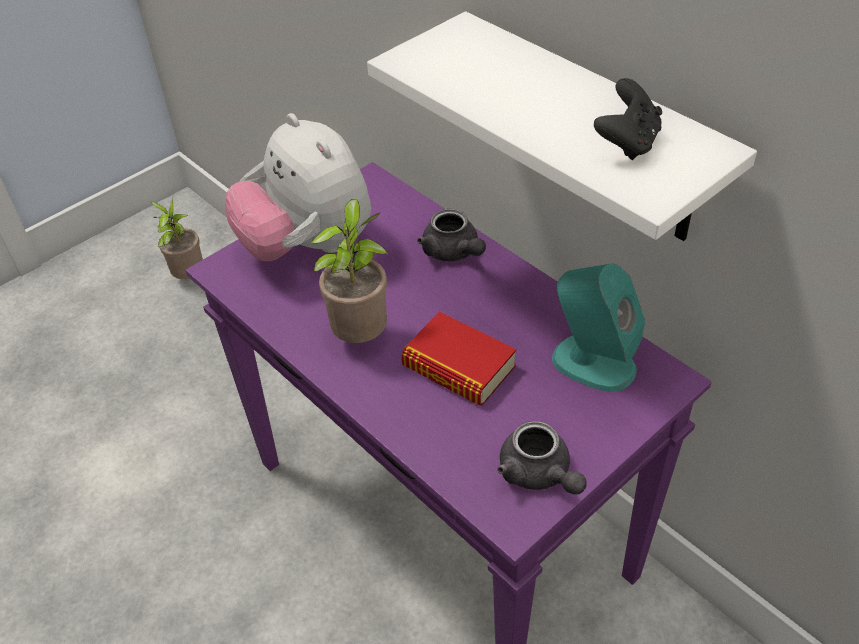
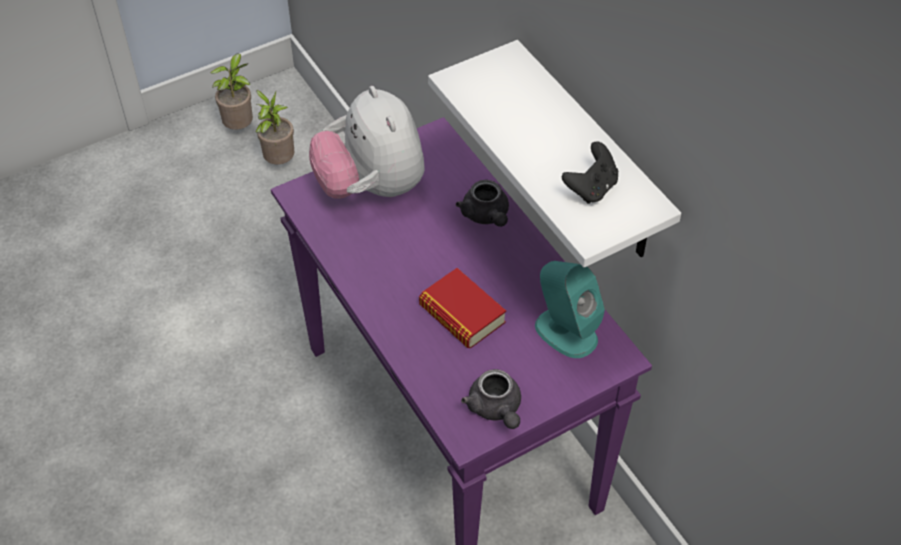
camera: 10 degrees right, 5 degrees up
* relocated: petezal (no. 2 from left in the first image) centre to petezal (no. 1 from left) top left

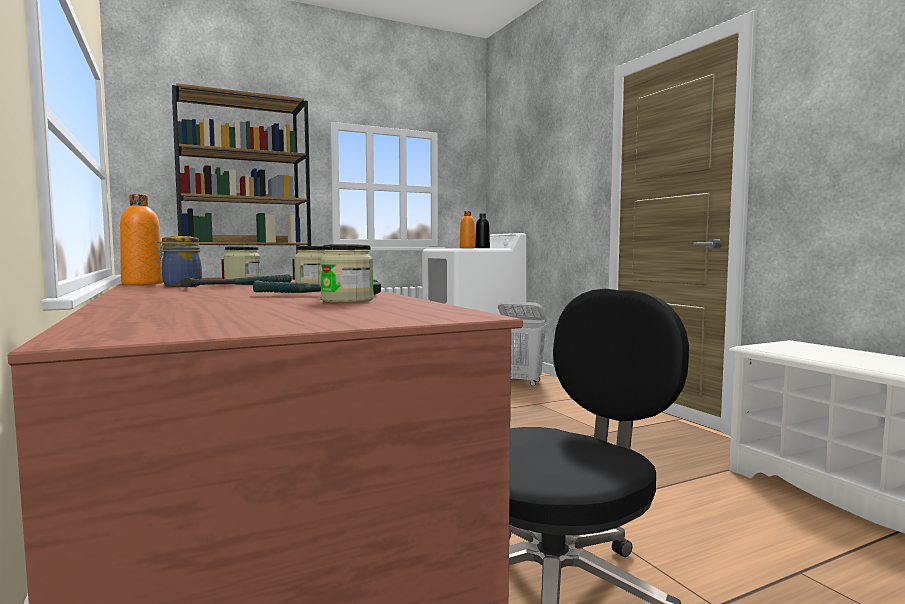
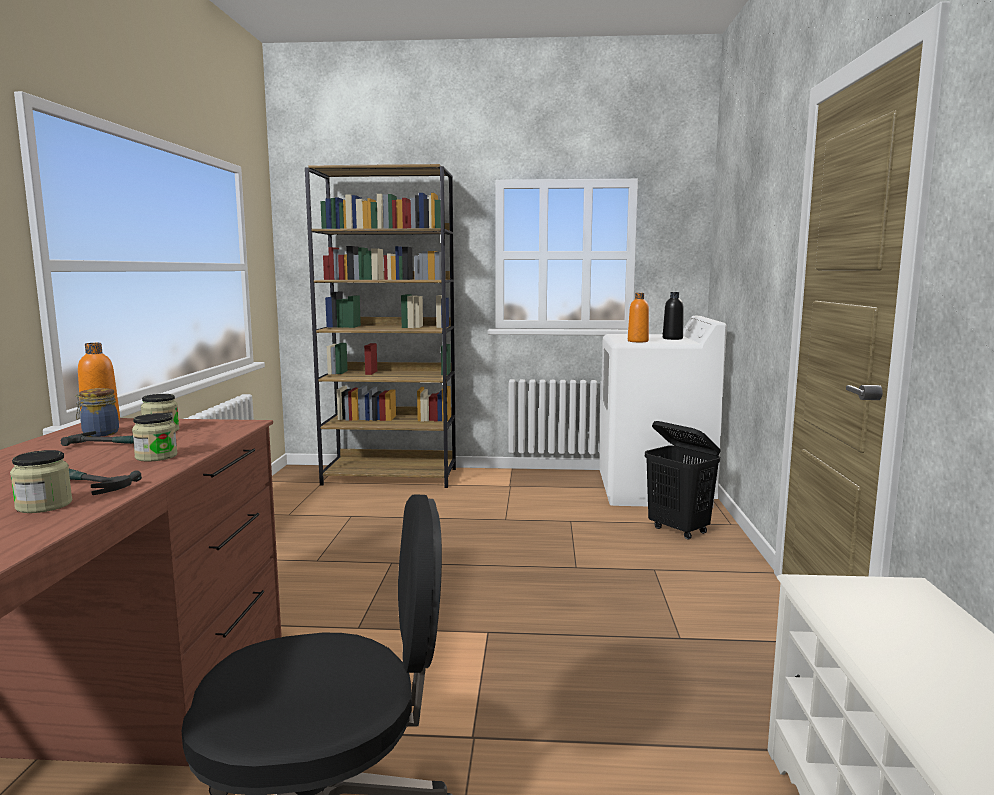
camera: 30 degrees right, 5 degrees up
* colour: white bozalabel centre to black bozalabel middle right

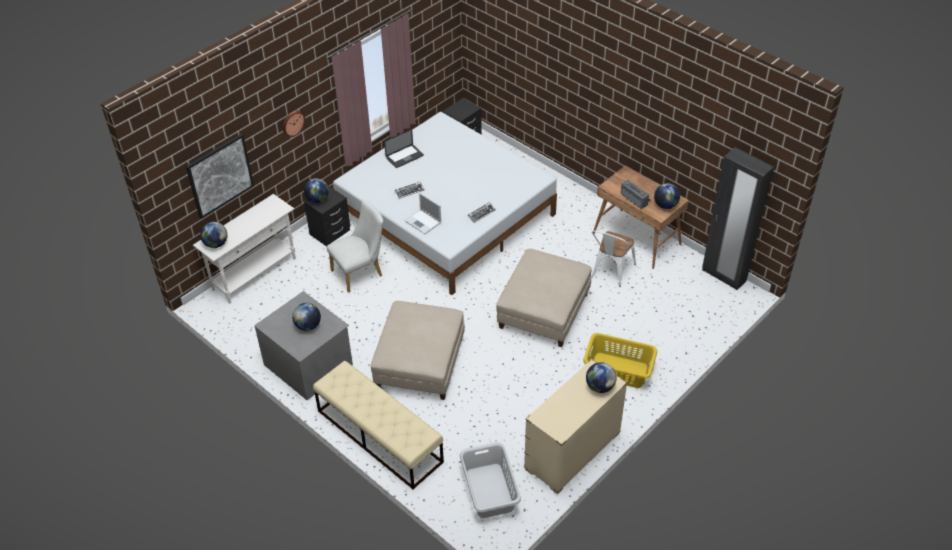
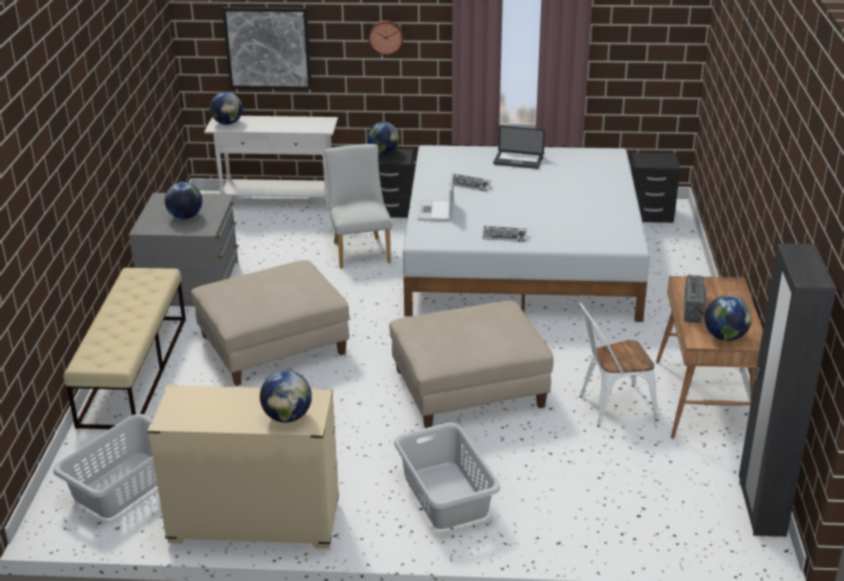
camera: 50 degrees right, 15 degrees down
* spun: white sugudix (no. 1 from left) centre = centre 120 degrees counterclockwise
* colour: yellow bozalabel centre to grey bozalabel (no. 2 from left) bottom centre

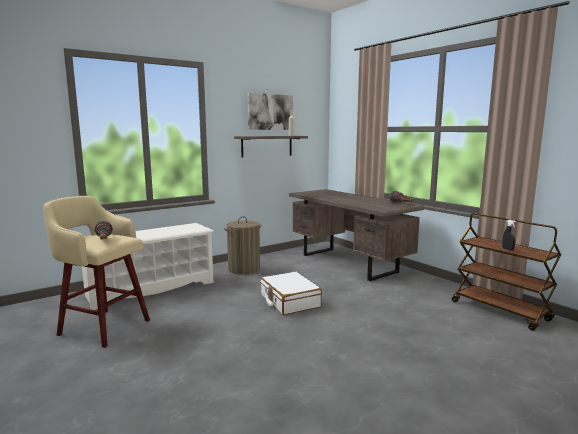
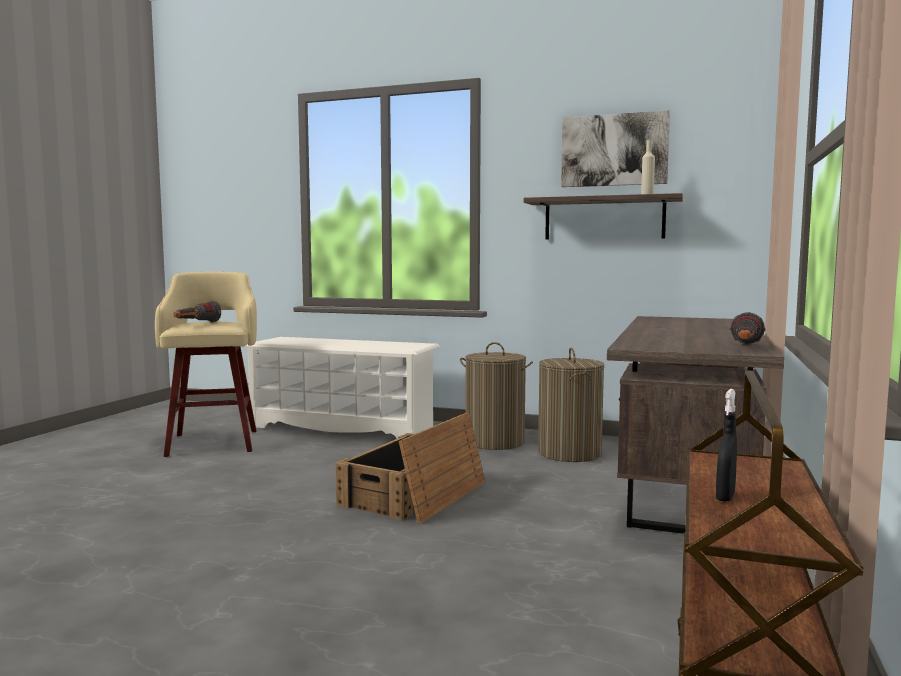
camera: 55 degrees right, 5 degrees down
* exchanged: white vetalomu bottom centre to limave bottom centre
* appeared: bozalabel (no. 2 from left) centre

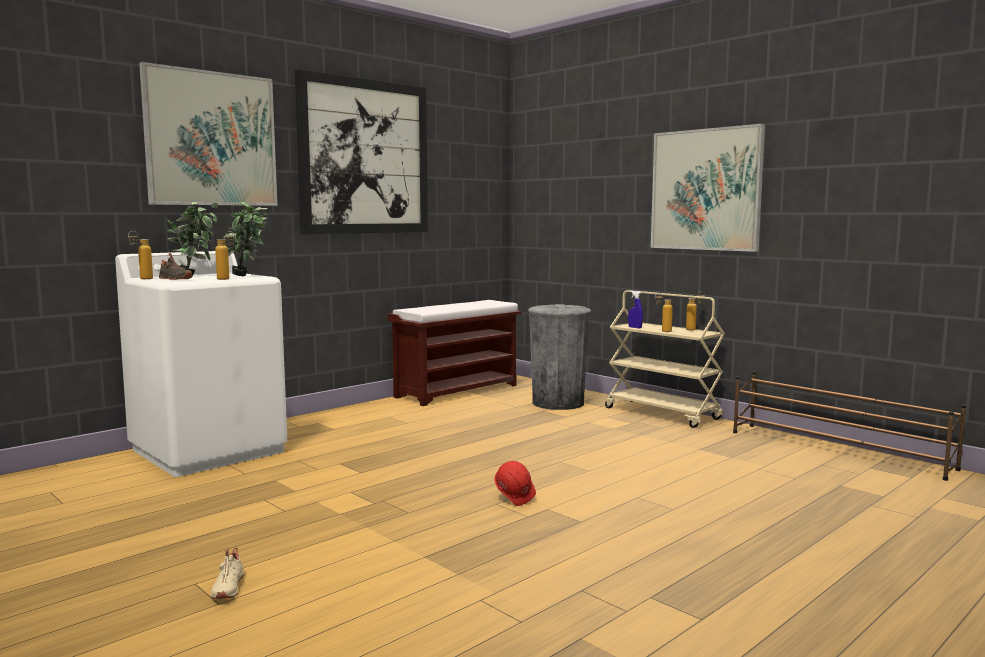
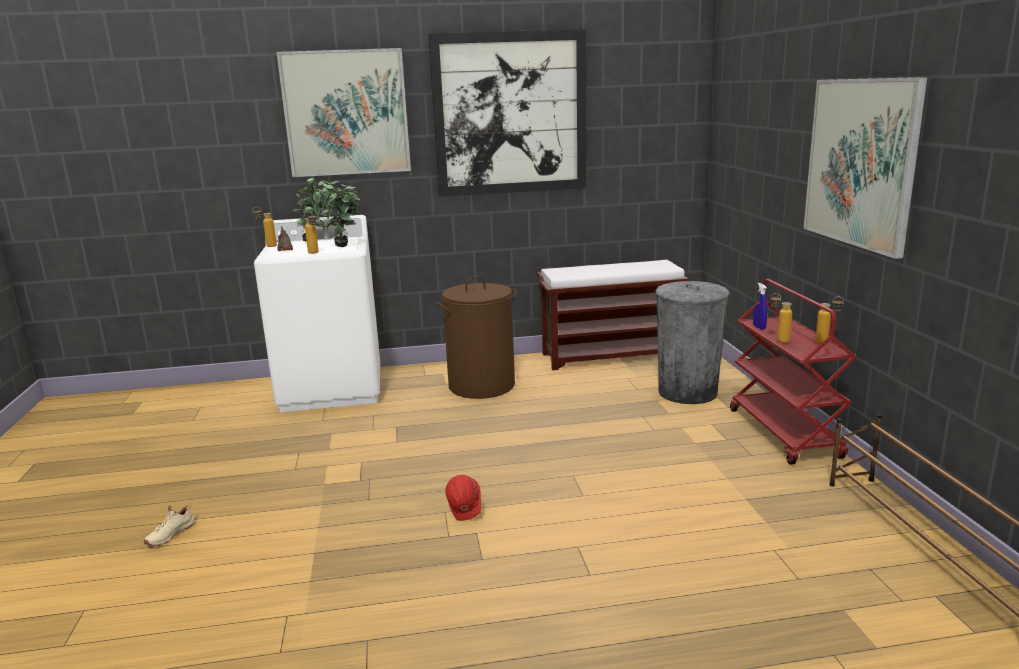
camera: 35 degrees right, 10 degrees up
* colour: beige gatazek middle right to red gatazek middle right
* appeared: brown bozalabel centre

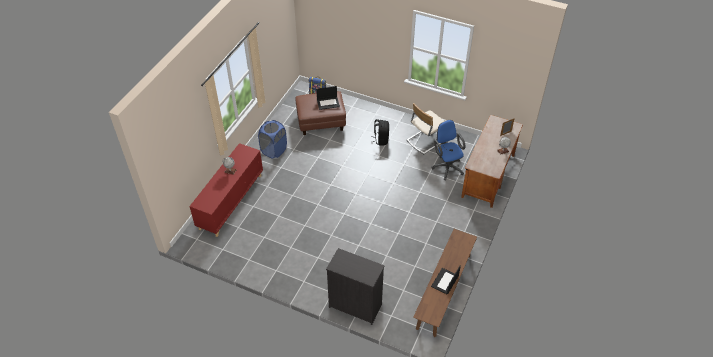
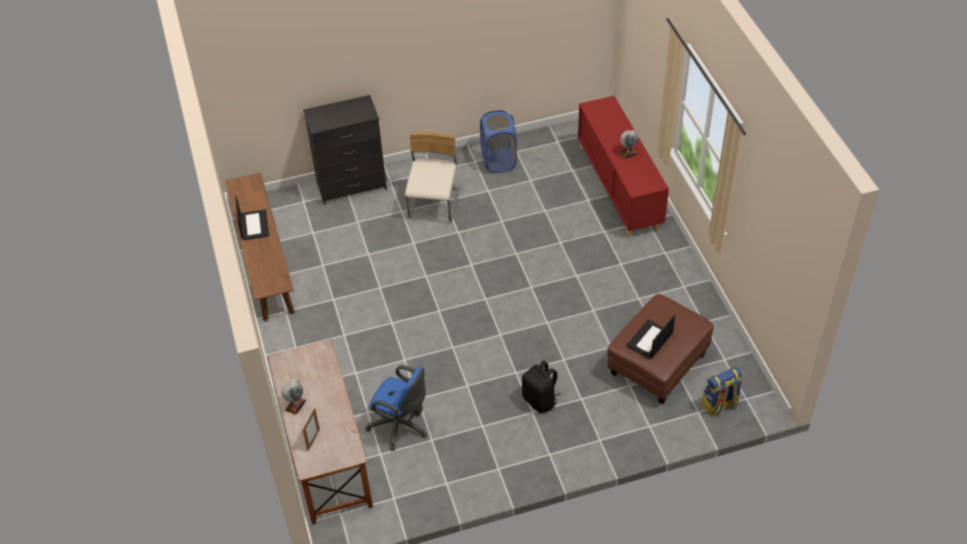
camera: 140 degrees right, 0 degrees up
* relocated: blue bozalabel centre to top centre
* relocated: beige sugudix centre to top centre

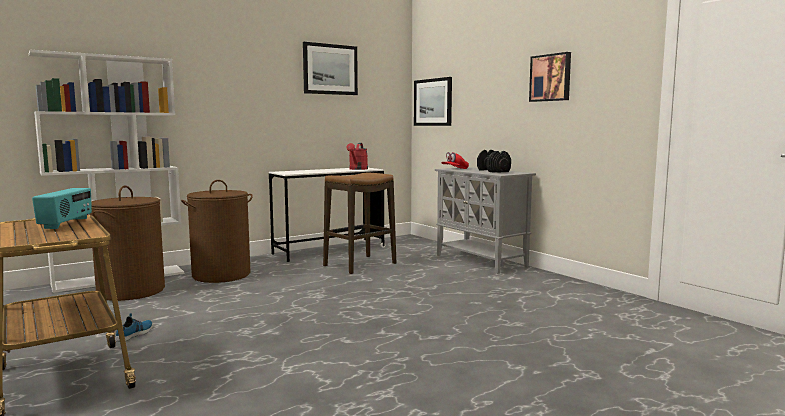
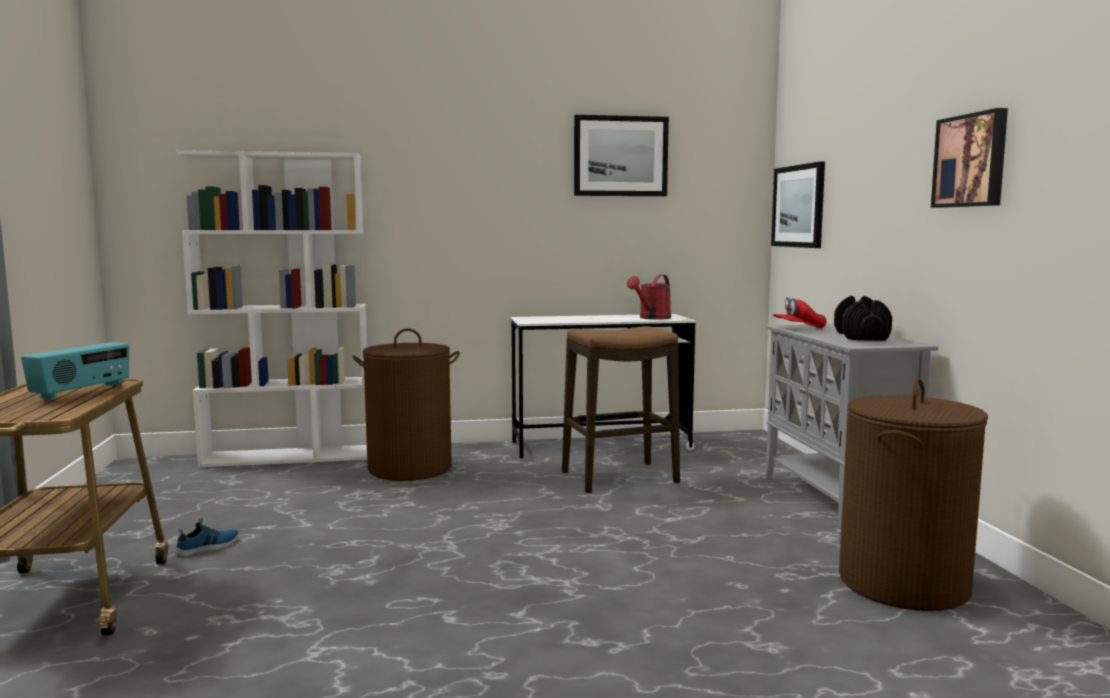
camera: 25 degrees right, 0 degrees up
* relocated: brown bozalabel (no. 1 from left in the first image) middle left to brown bozalabel (no. 2 from left) bottom right

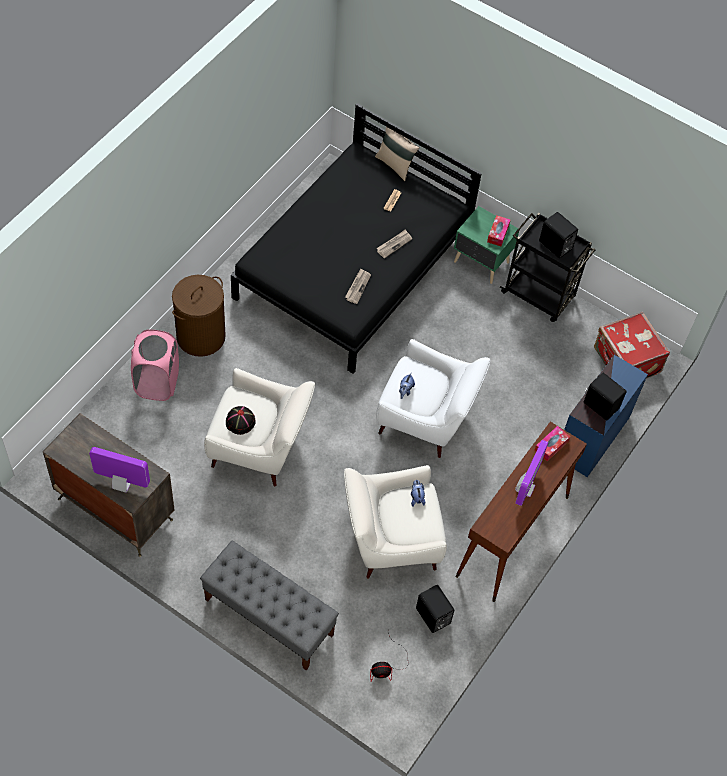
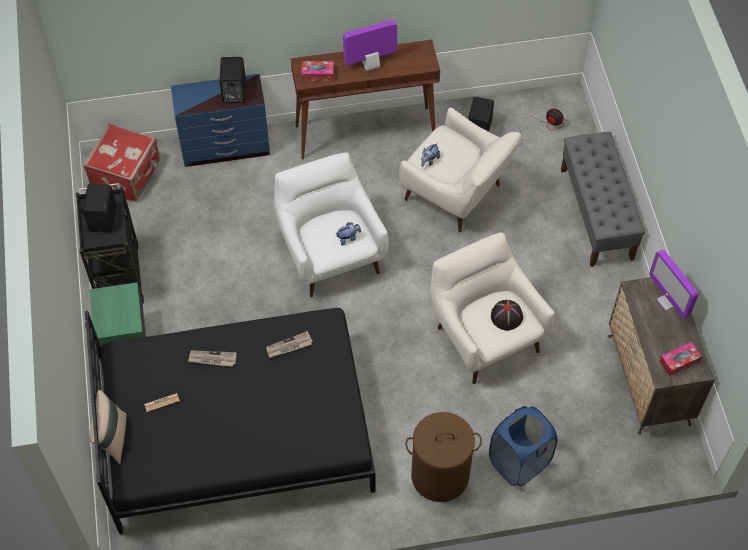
camera: 130 degrees left, 0 degrees up
* colour: pink bozalabel middle left to blue bozalabel bottom right
* relocated: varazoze (no. 1 from left in the first image) top right to varazoze (no. 2 from left) middle right

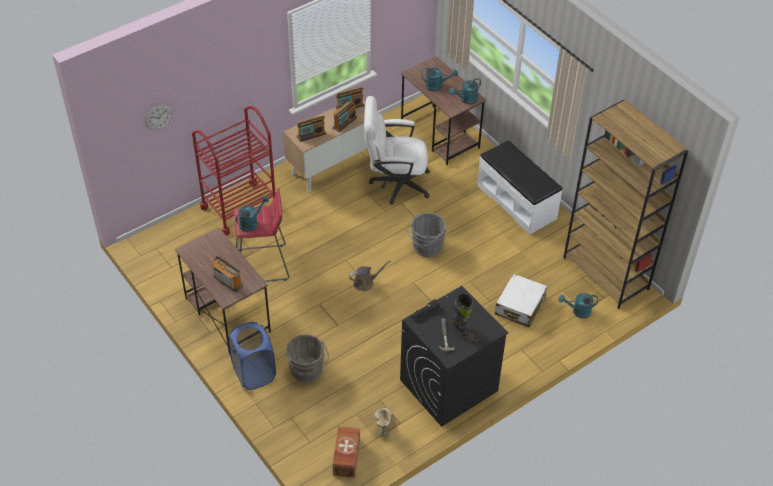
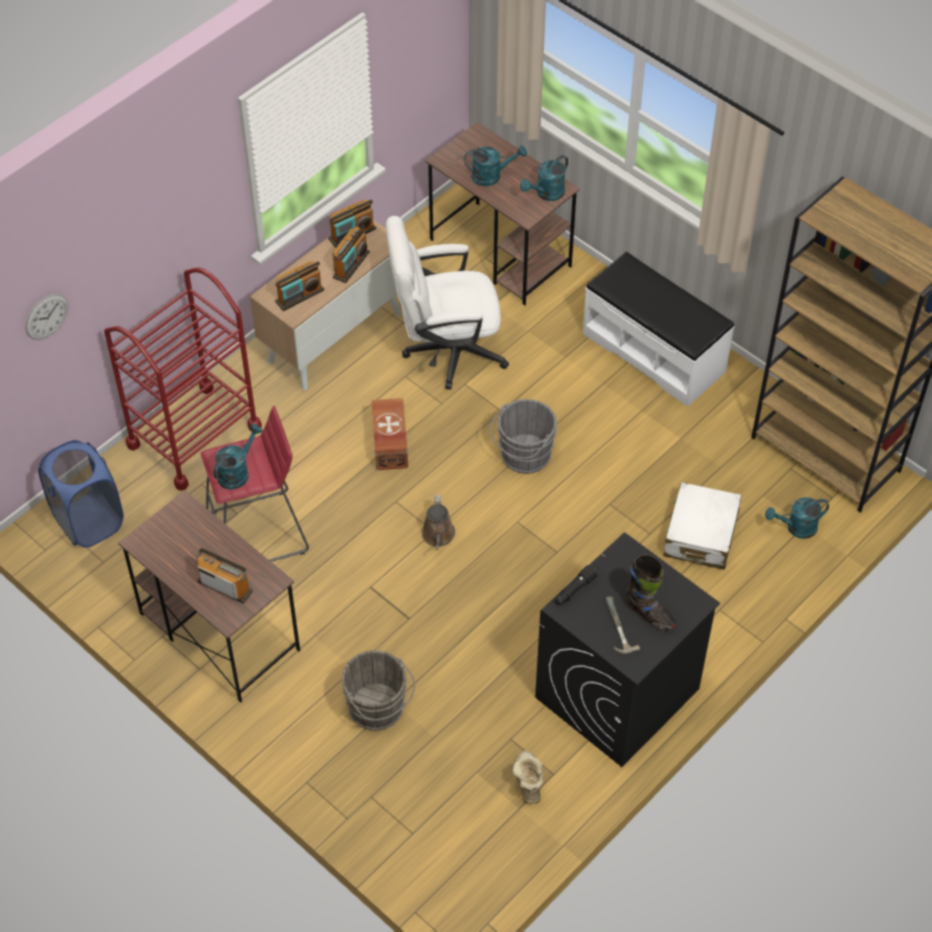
camera: 10 degrees left, 5 degrees up
* relocated: blue bozalabel bottom left to middle left
* relocated: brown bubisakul bottom centre to centre
* spun: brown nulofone centre = centre 120 degrees clockwise

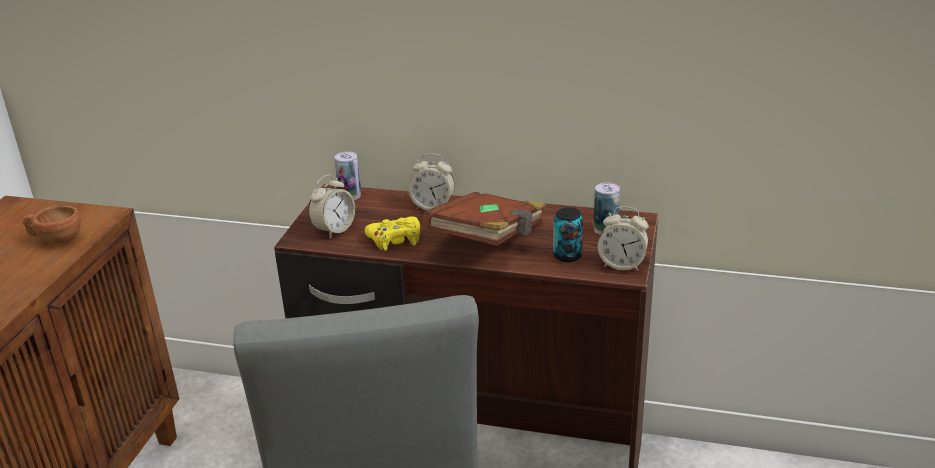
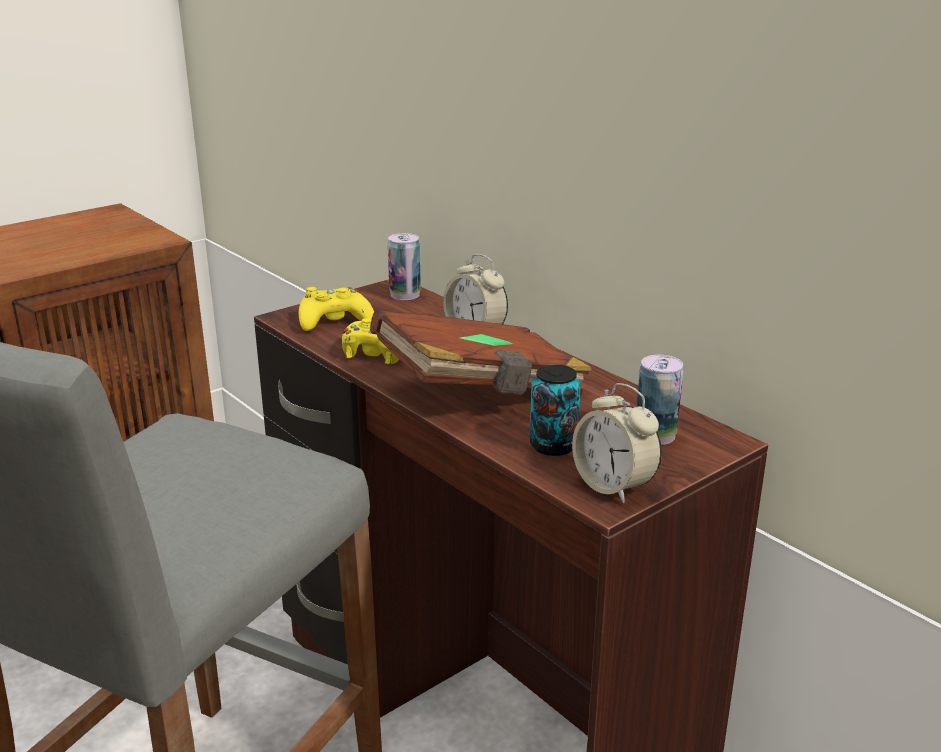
camera: 35 degrees right, 5 degrees down
* missing: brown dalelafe middle left
* exchanged: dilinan (no. 1 from left) centre to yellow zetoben (no. 1 from left) centre

